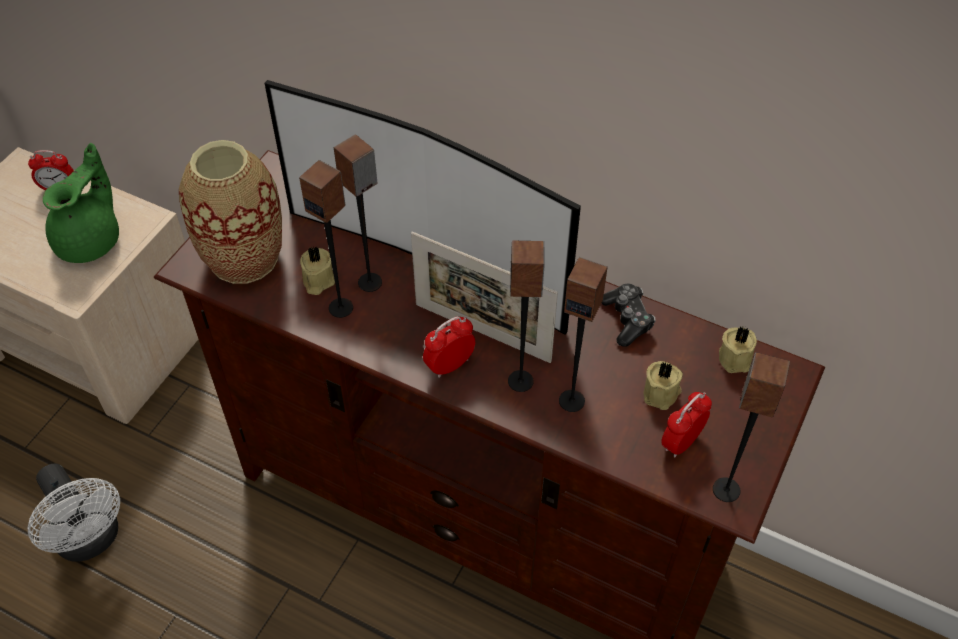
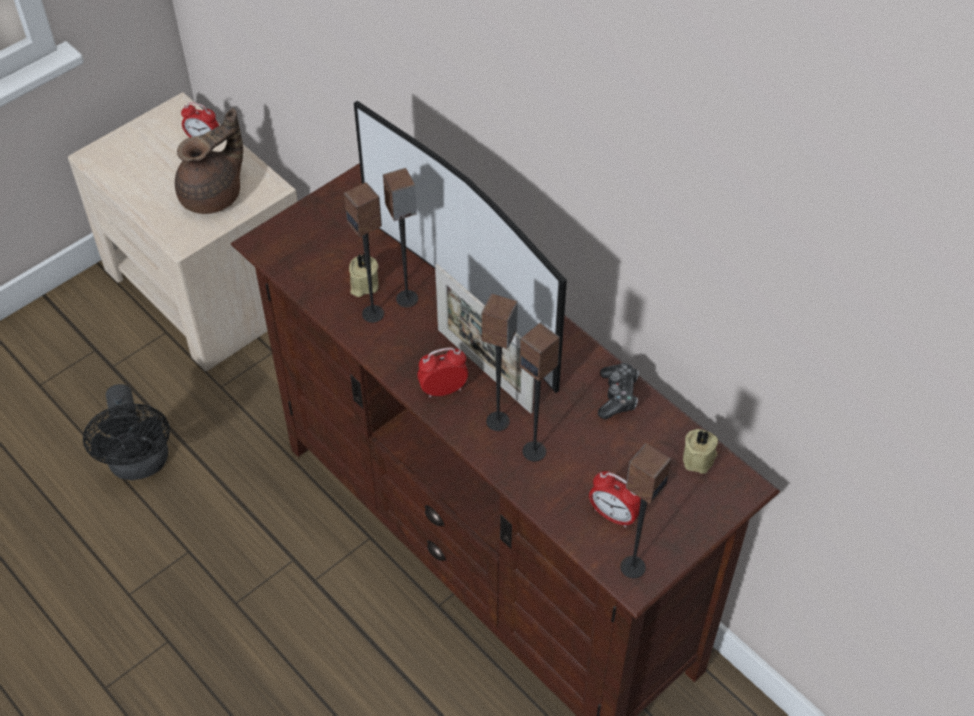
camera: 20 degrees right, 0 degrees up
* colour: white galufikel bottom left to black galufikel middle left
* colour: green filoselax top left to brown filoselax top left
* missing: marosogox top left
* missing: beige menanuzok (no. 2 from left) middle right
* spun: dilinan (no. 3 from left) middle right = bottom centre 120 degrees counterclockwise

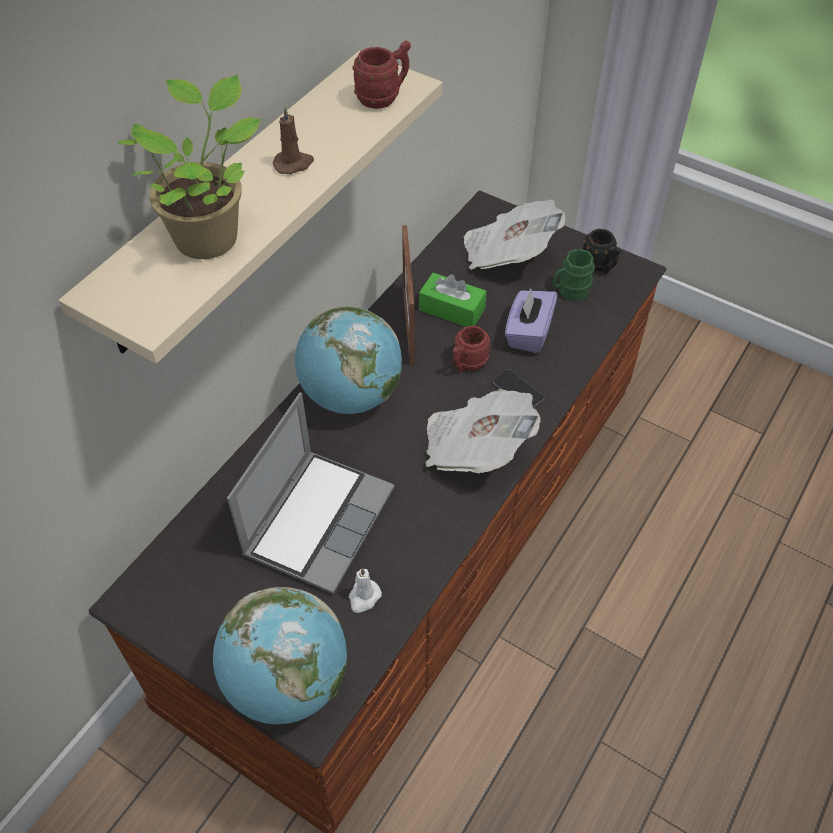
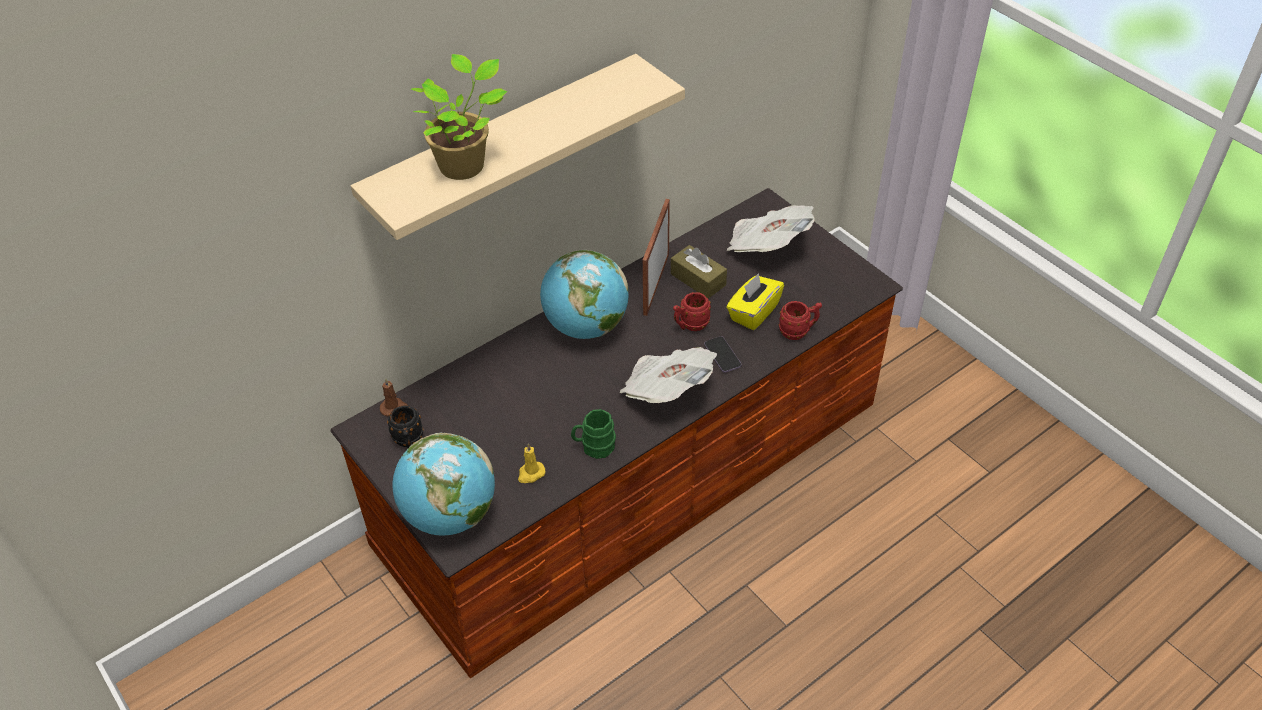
camera: 20 degrees right, 5 degrees down
* missing: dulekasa centre
* relocated: brown menanuzok top centre to middle left
* colour: white menanuzok bottom centre to yellow menanuzok centre
* relocated: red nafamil (no. 1 from left in the first image) top centre to red nafamil (no. 2 from left) centre
* colour: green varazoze centre to brown varazoze centre
* colour: purple varazoze centre to yellow varazoze centre
* relocated: green nafamil top right to centre
* relocated: black nafamil top right to middle left

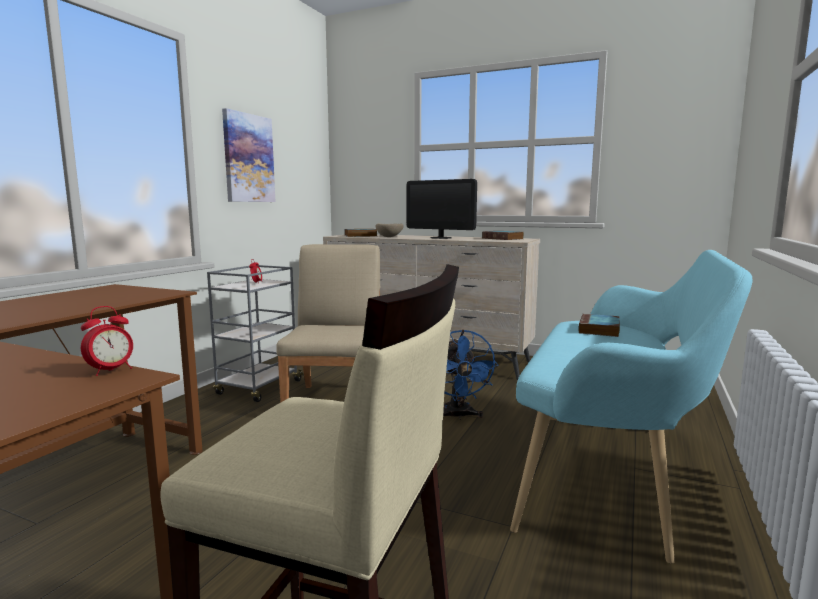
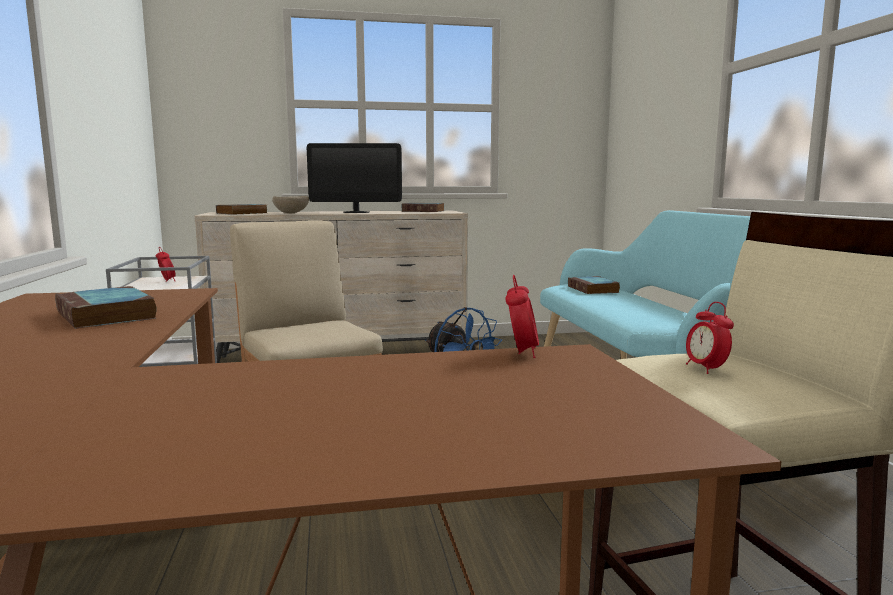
camera: 35 degrees left, 0 degrees up
* missing: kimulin top left
* appeared: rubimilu (no. 1 from left) middle left
* appeared: dilinan (no. 3 from left) middle right

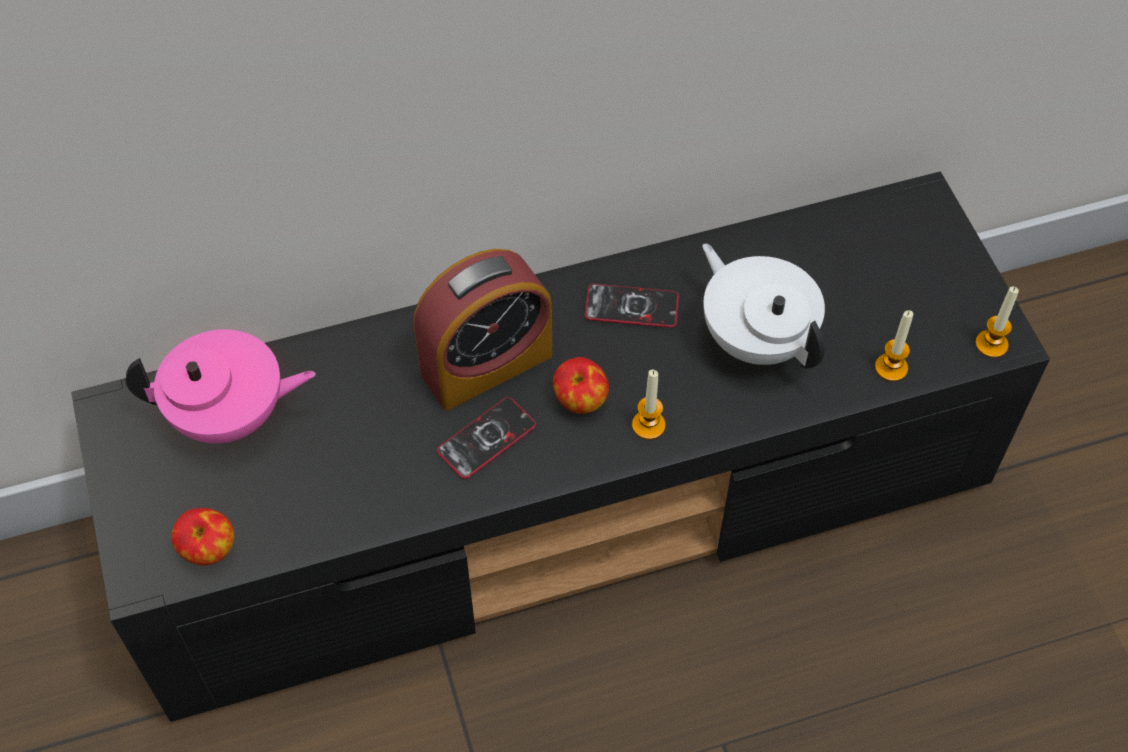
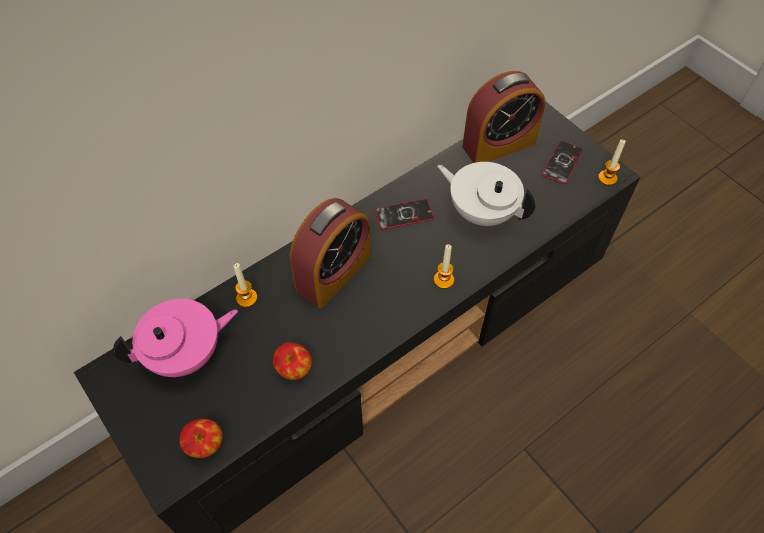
camera: 20 degrees left, 0 degrees up
* relocated: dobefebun (no. 1 from left in the first image) centre to dobefebun (no. 2 from left) top right
* relocated: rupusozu (no. 2 from left) centre to bottom centre
* relocated: menanuzok (no. 2 from left in the first image) middle right to menanuzok (no. 1 from left) middle left
* appeared: dilinan (no. 2 from left) top centre

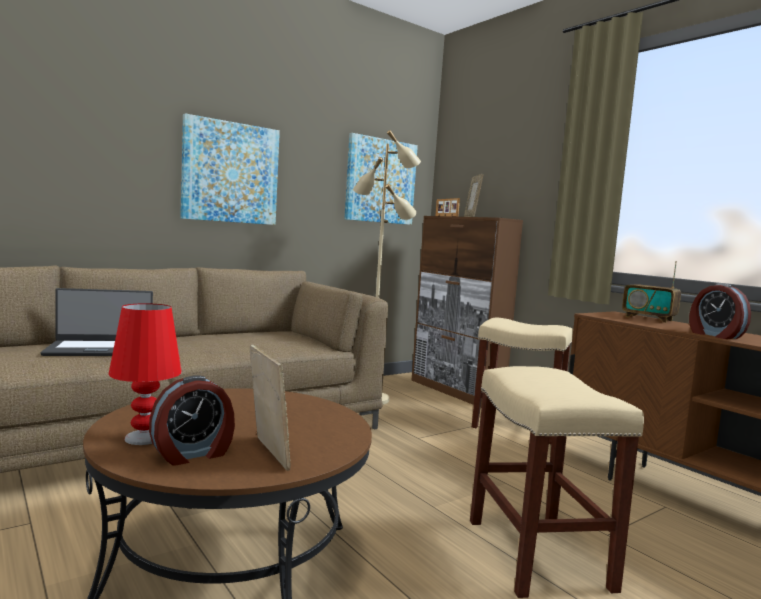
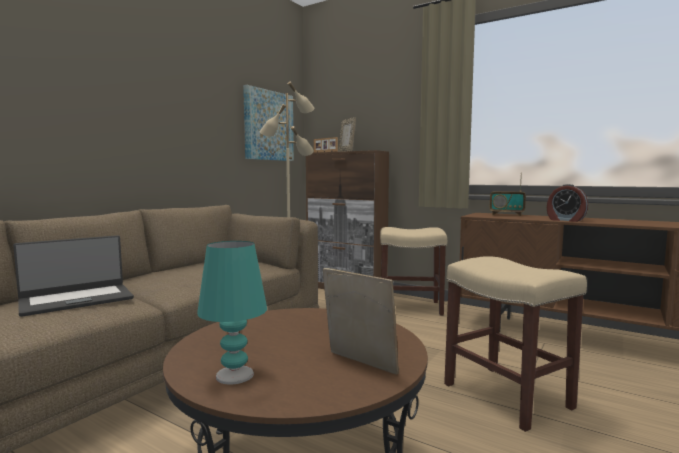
camera: 20 degrees left, 0 degrees up
* colour: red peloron middle left to turquoise peloron bottom centre
* missing: dilinan (no. 1 from left) bottom left
* missing: kimulin (no. 1 from left) top left

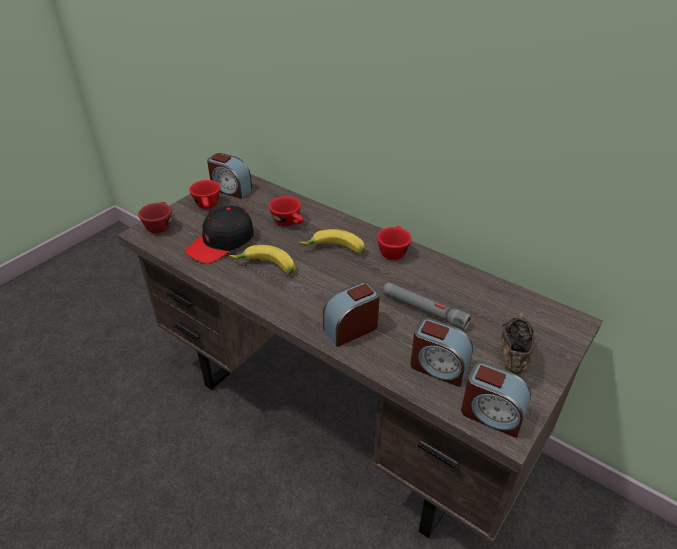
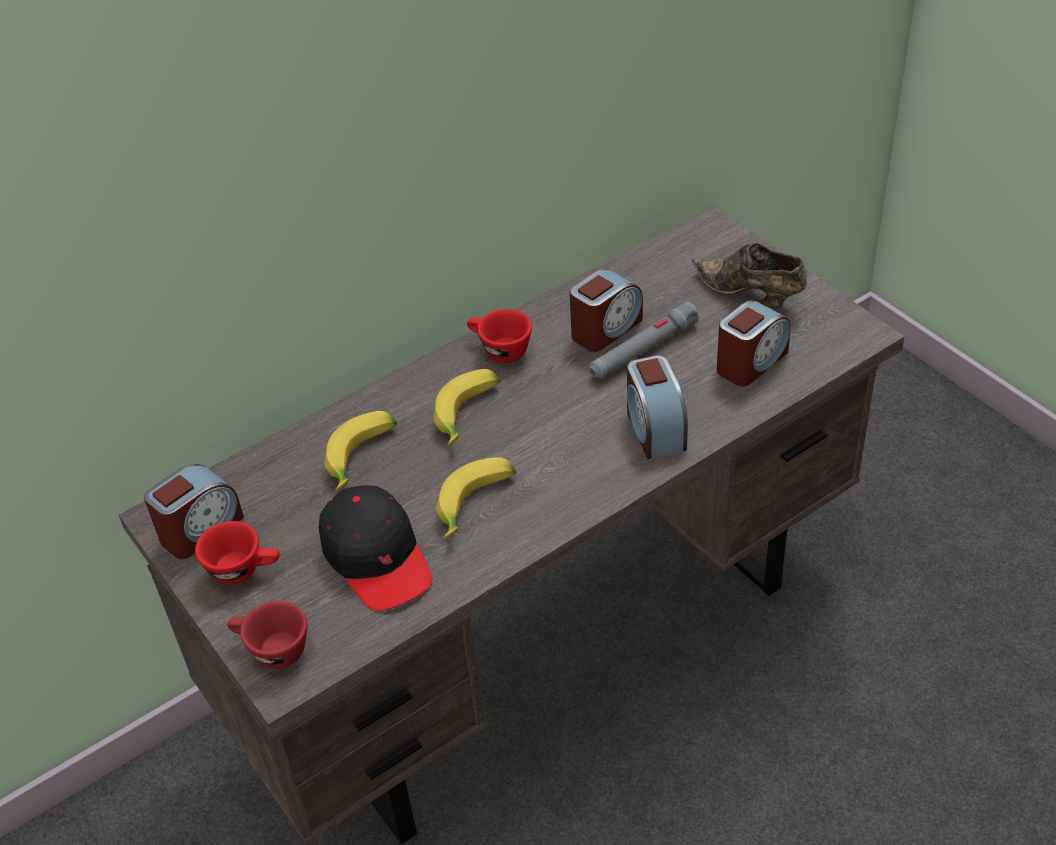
camera: 70 degrees left, 5 degrees up
* exchanged: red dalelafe (no. 3 from left) centre to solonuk (no. 1 from left) centre
* relocated: dilinan (no. 4 from left in the first image) bottom right to dilinan (no. 2 from left) centre

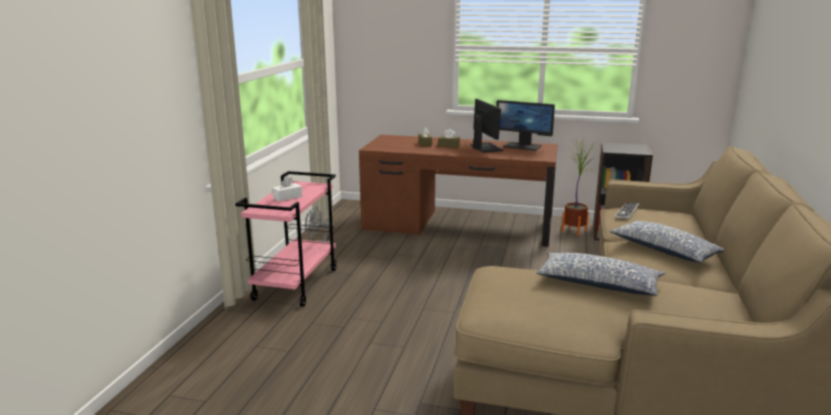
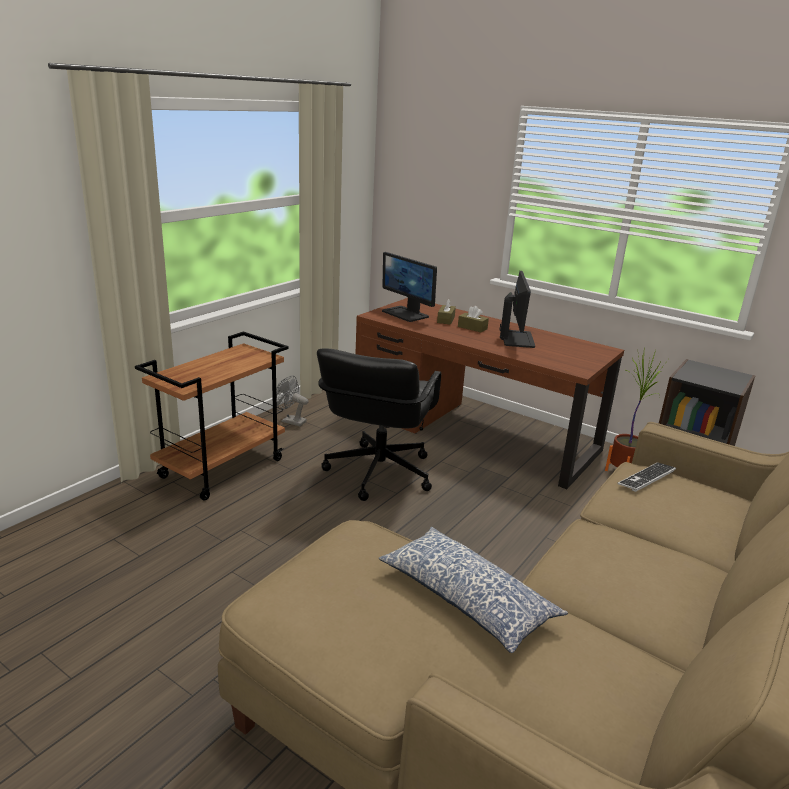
camera: 20 degrees right, 5 degrees up
* colour: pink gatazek centre to brown gatazek middle left
* missing: white varazoze centre
* relocated: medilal (no. 2 from left in the first image) top centre to medilal (no. 1 from left) centre
* missing: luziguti (no. 2 from left) middle right
* appeared: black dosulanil centre

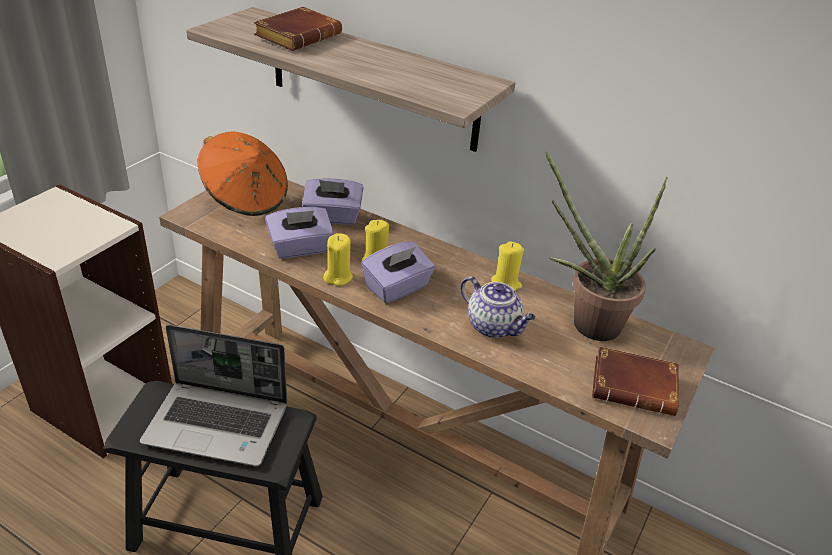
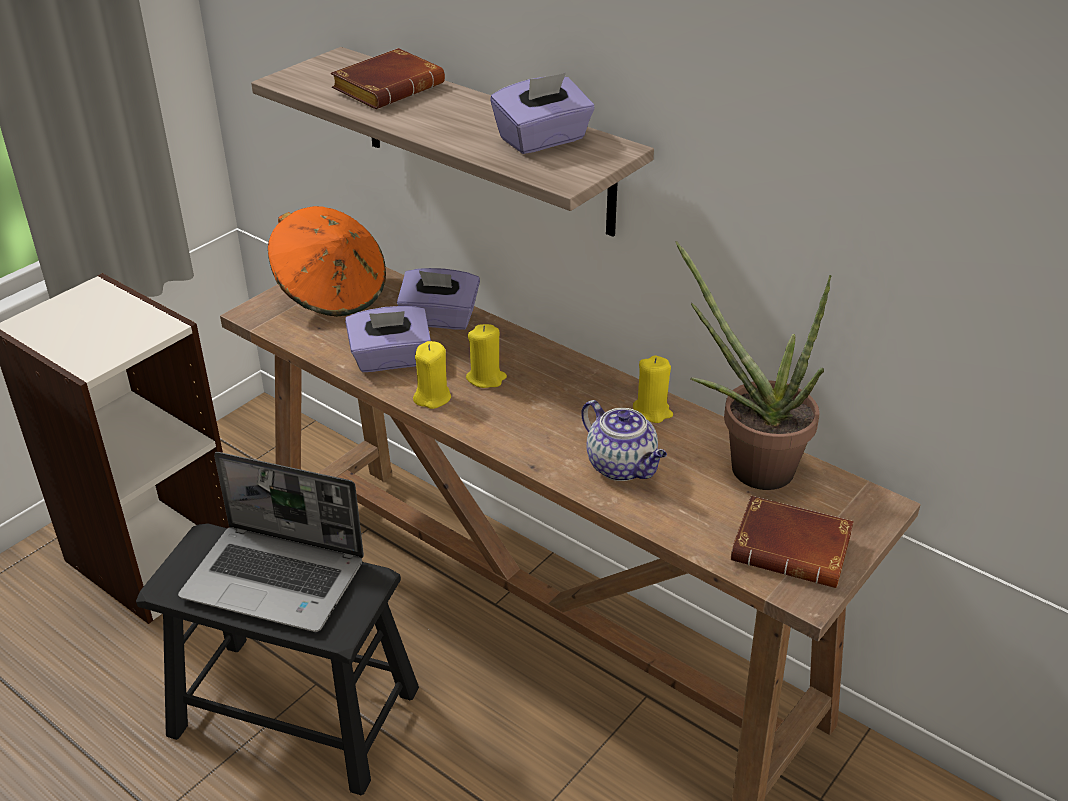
camera: 10 degrees right, 0 degrees up
* relocated: purple varazoze (no. 3 from left) centre to top centre

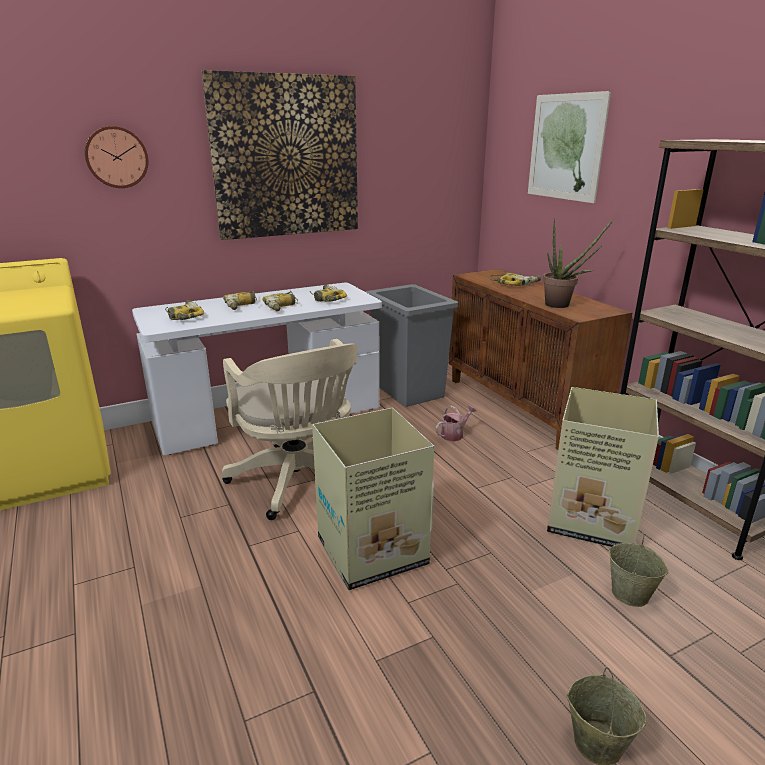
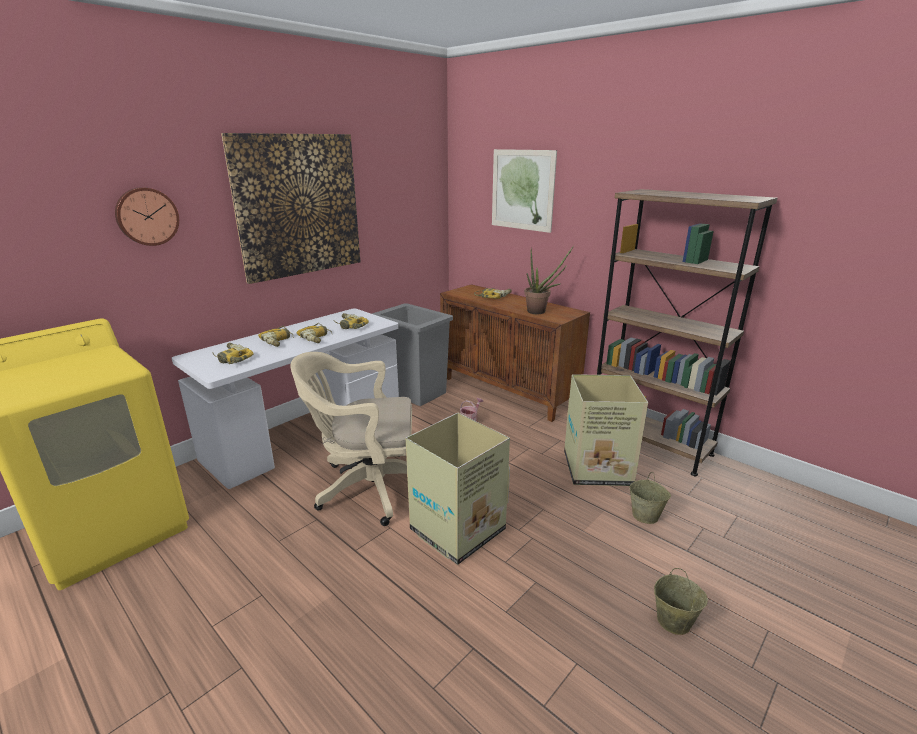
camera: 20 degrees left, 0 degrees up
* spun: beige dosulanil centre = centre 135 degrees clockwise

